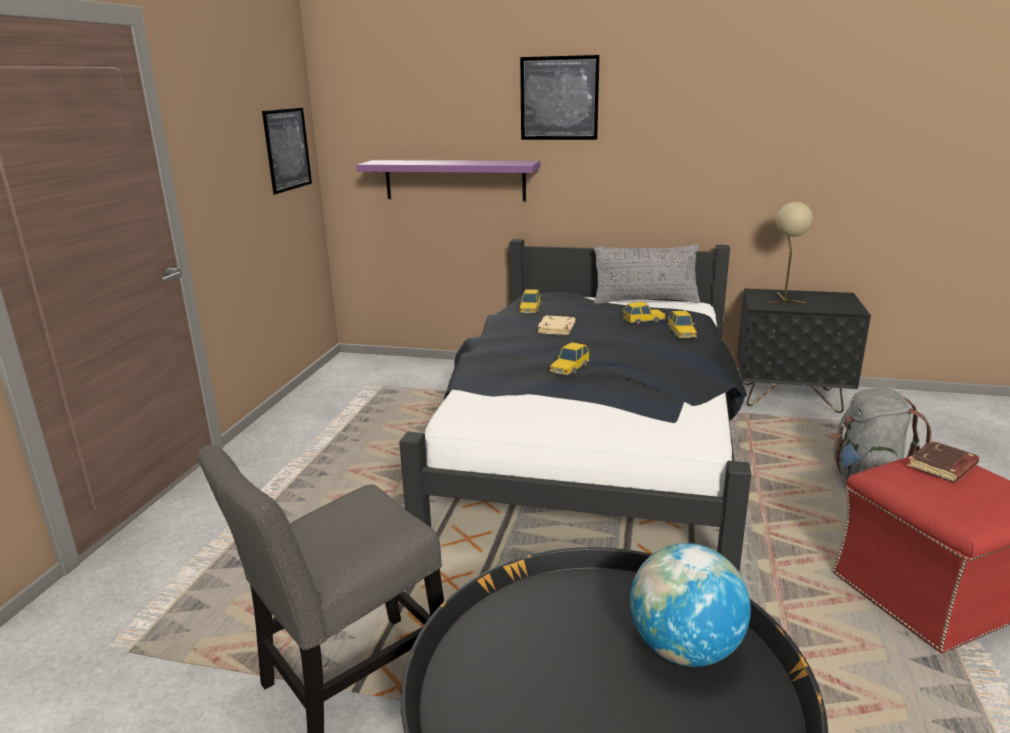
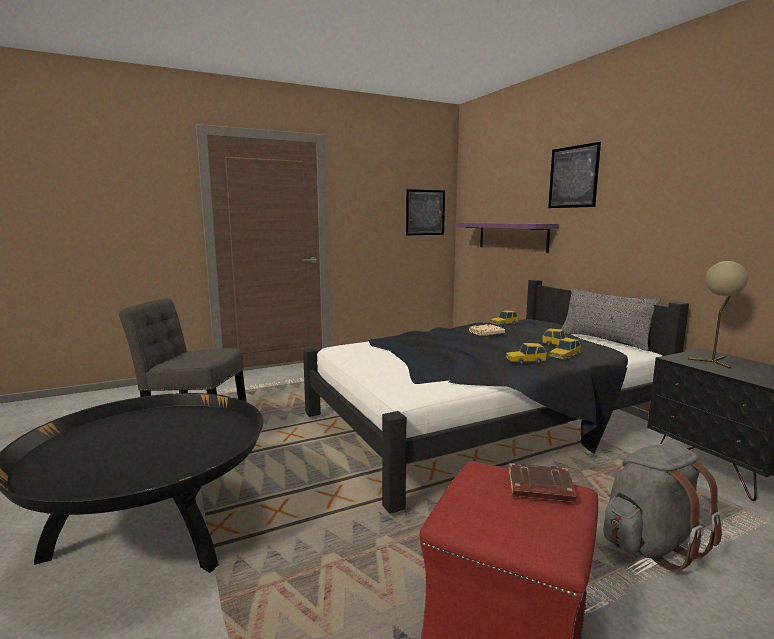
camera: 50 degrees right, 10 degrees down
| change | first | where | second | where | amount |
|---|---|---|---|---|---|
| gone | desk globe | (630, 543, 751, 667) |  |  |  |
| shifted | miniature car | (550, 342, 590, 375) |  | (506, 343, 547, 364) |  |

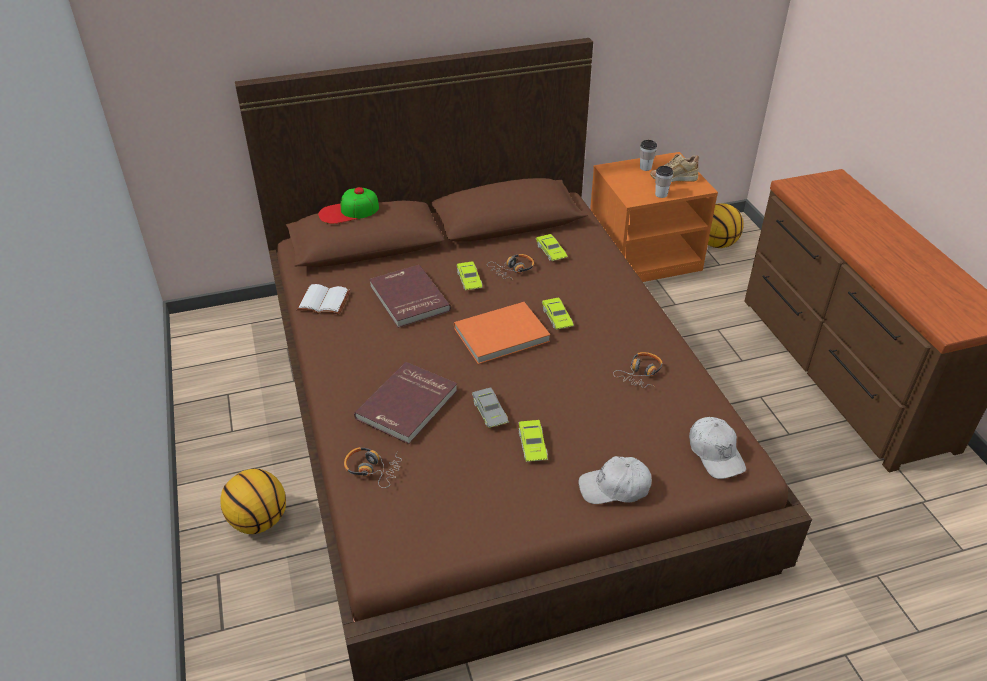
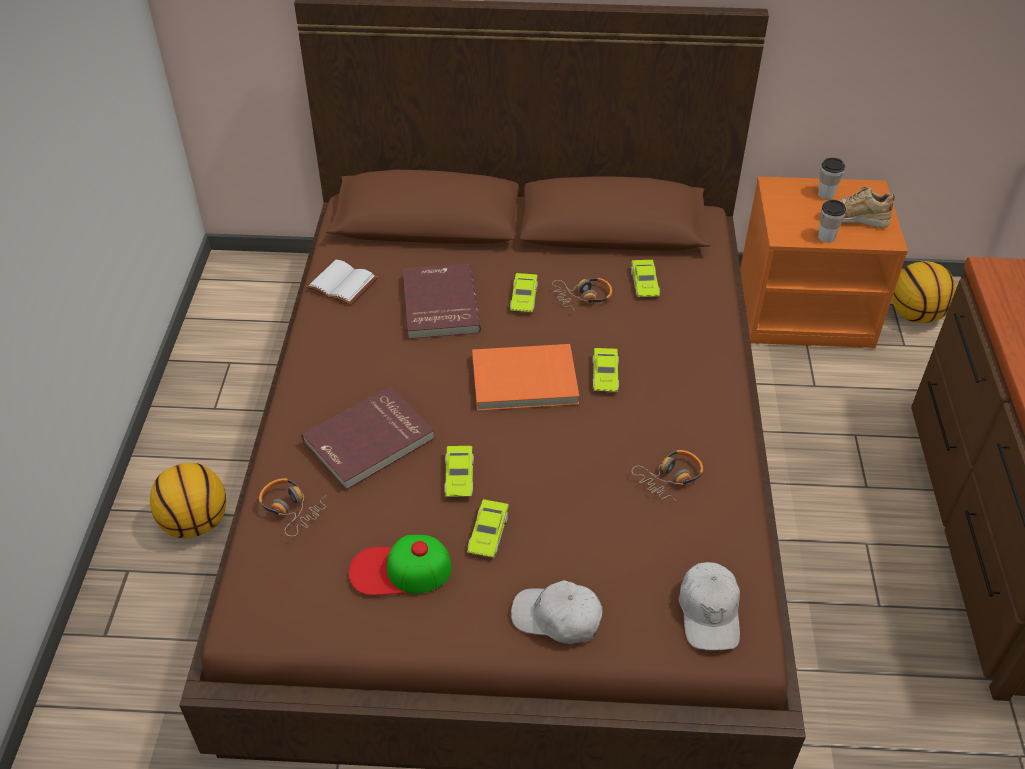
camera: 20 degrees right, 5 degrees up
| change | first | where | second | where | amount |
|---|---|---|---|---|---|
| shifted | cap | (318, 187, 379, 224) |  | (349, 535, 452, 595) |  |
| repainted | gray miniature car | (472, 387, 509, 428) | greenish miniature car | (445, 446, 474, 497) |  |

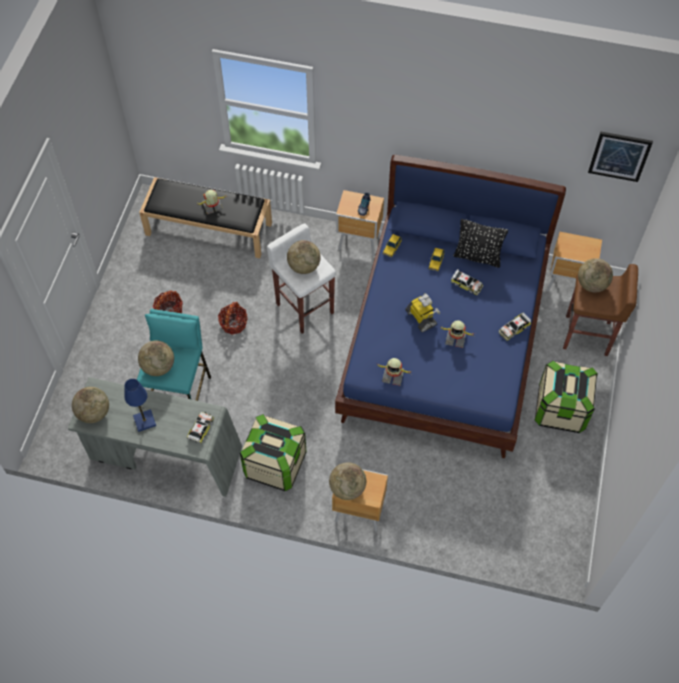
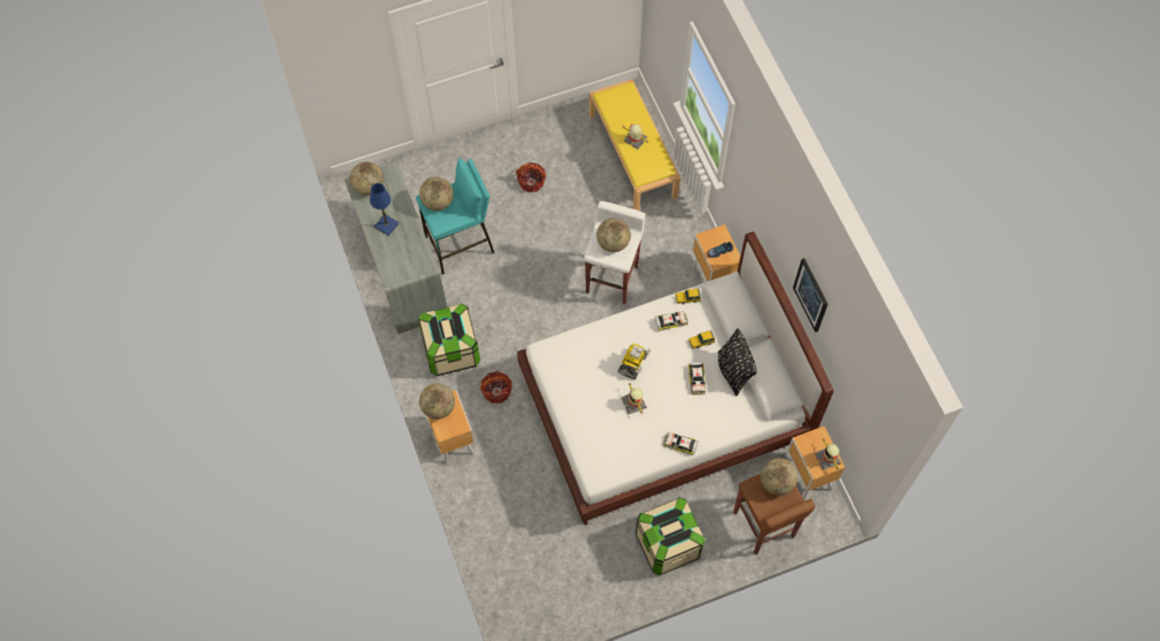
camera: 55 degrees right, 5 degrees up
| change | first | where | second | where | amount |
|---|---|---|---|---|---|
| shifted | miniature car | (187, 412, 214, 444) |  | (655, 311, 688, 331) |  |
| shifted | household basket | (218, 302, 248, 335) |  | (480, 371, 512, 404) |  |
| shifted | robot figure | (376, 358, 412, 386) |  | (815, 438, 841, 470) |  |
| shifted | wall art | (588, 132, 653, 182) |  | (793, 258, 828, 332) |  |
| repainted | blackish indoor bench | (139, 177, 272, 258) | yellowish indoor bench | (589, 79, 680, 211) |  |
| repainted | blue bed | (335, 155, 566, 458) | whitish bed | (517, 231, 834, 525) |  |

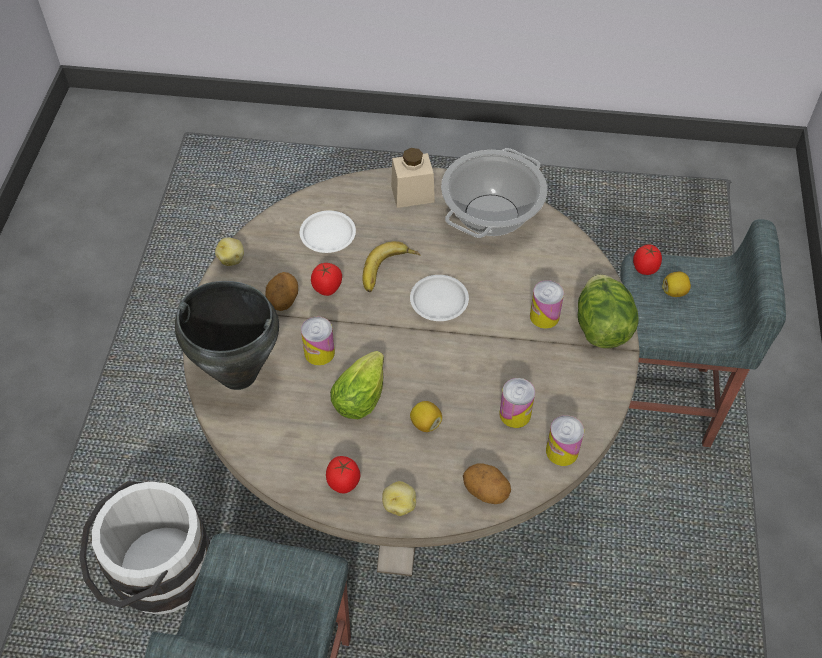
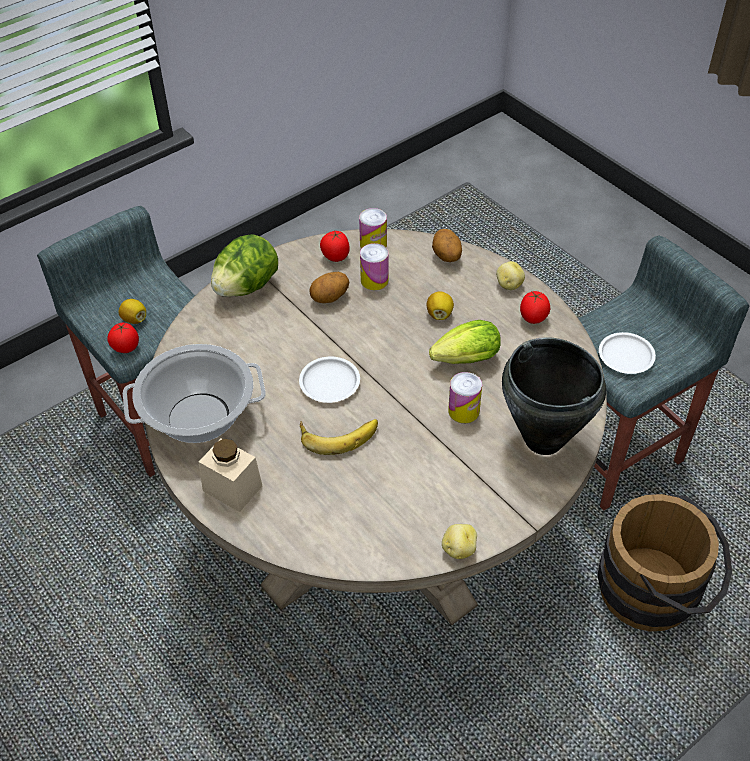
camera: 135 degrees left, 5 degrees down
| change | first | where | second | where | amount |
|---|---|---|---|---|---|
| gone | can | (530, 280, 564, 329) |  |  |  |
| shifted | potato | (265, 272, 298, 311) |  | (309, 272, 349, 303) |  |
| shifted | whitish flat dish | (300, 210, 356, 253) |  | (599, 332, 656, 374) |  |
| shifted | whole tomato | (311, 263, 342, 296) |  | (320, 231, 350, 262) |  |
| repainted | whitish bucket | (79, 481, 210, 615) | brown bucket | (597, 494, 732, 632) |  |

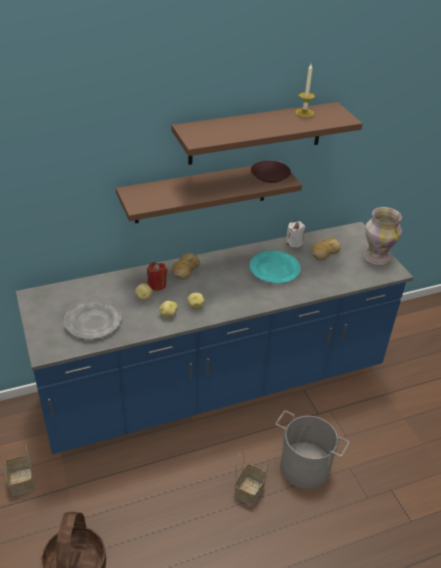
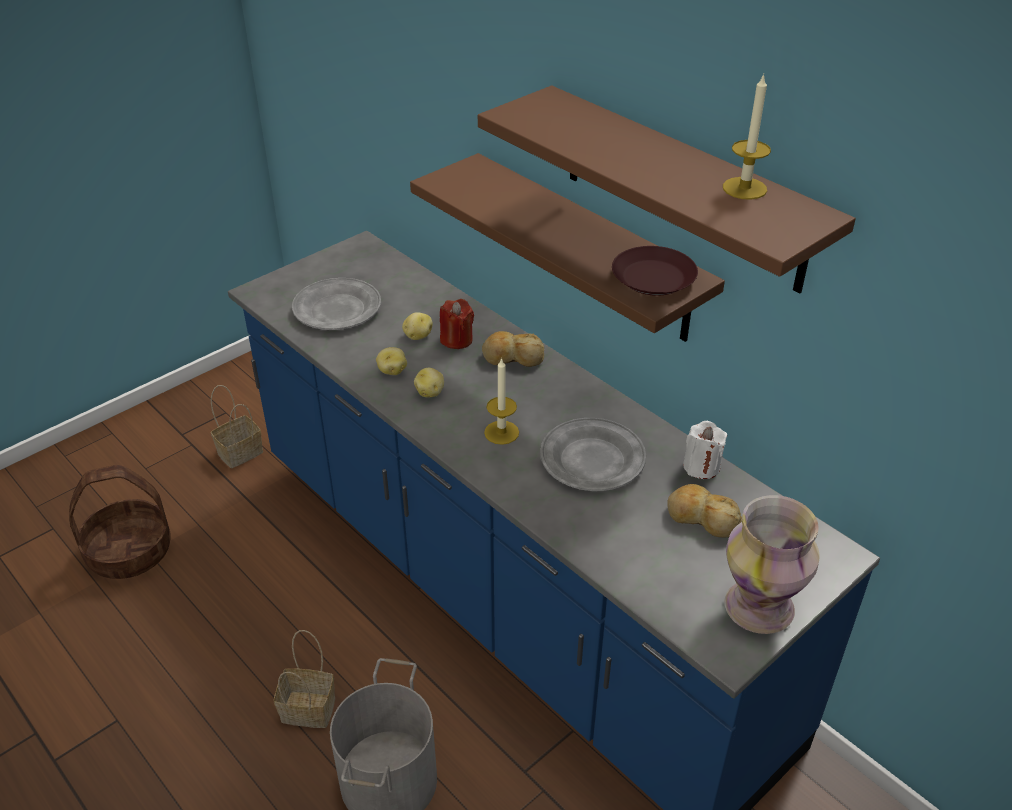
camera: 70 degrees right, 0 degrees up
| change | first | where | second | where | amount |
|---|---|---|---|---|---|
| new |  |  | wax light | (484, 358, 519, 445) |  |
| repainted | turquoise-coloured flat dish | (250, 251, 301, 283) | gray flat dish | (540, 418, 646, 491) |  |

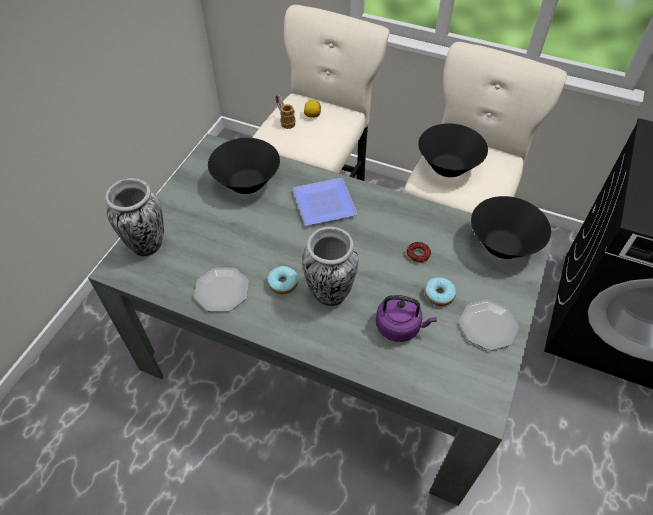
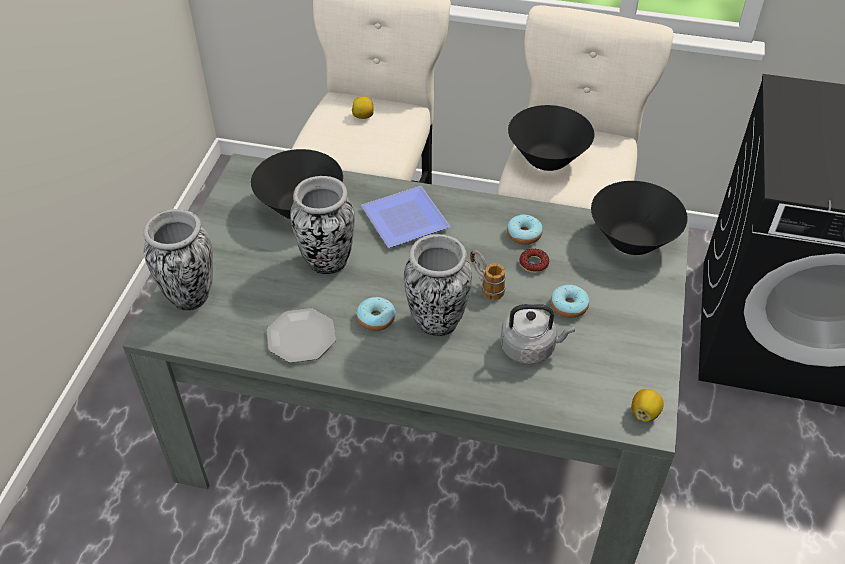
camera: 10 degrees left, 5 degrees down
| change | first | where | second | where | amount |
|---|---|---|---|---|---|
| gone | flat dish | (459, 300, 519, 351) |  |  |  |
| new |  |  | flower vase | (290, 176, 355, 274) |  |
| new |  |  | donut | (507, 215, 543, 245) |  |
| new |  |  | whole lemon | (632, 389, 664, 422) |  |
| shifted | tea mug | (275, 95, 296, 129) |  | (470, 250, 506, 300) |  |
| repainted | purplish water kettle | (376, 295, 437, 342) | gray water kettle | (500, 304, 575, 364) |  |

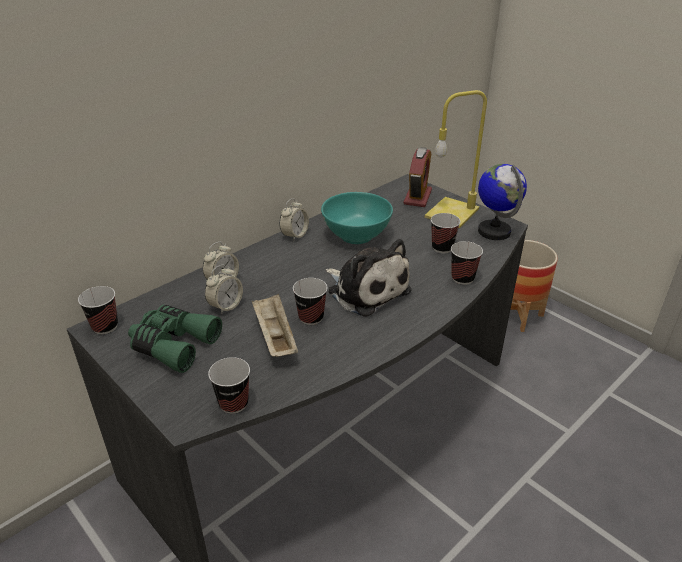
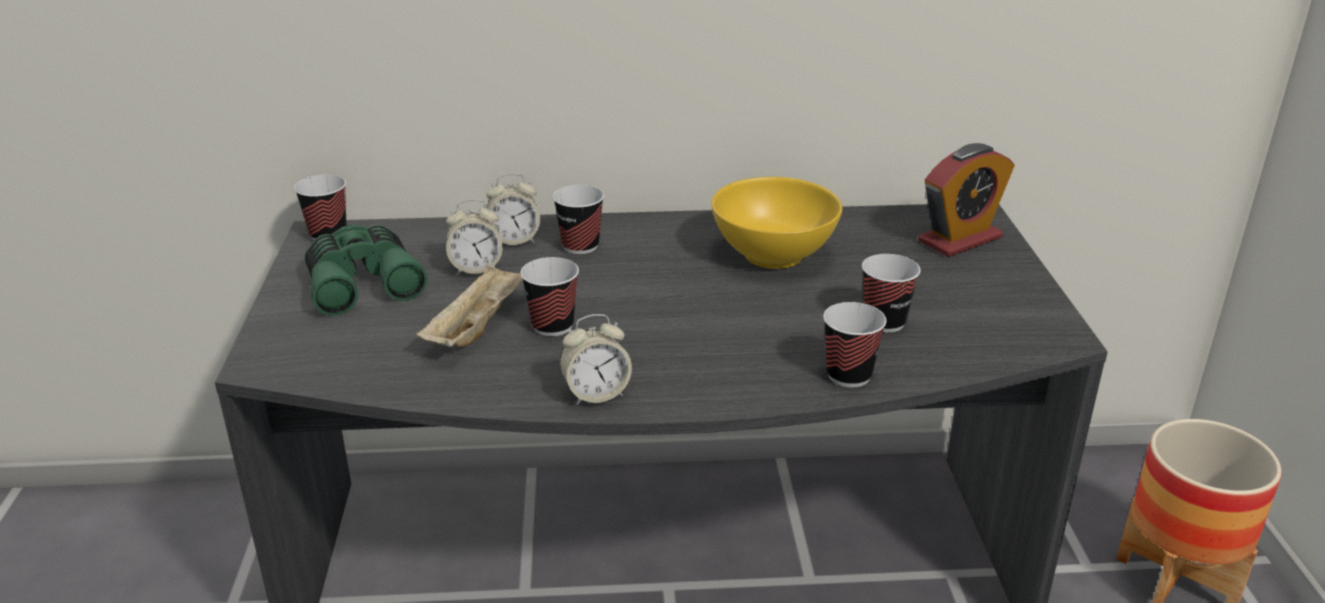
camera: 40 degrees right, 5 degrees down
| change | first | where | second | where | amount |
|---|---|---|---|---|---|
| gone | cuddly toy | (325, 239, 412, 317) |  |  |  |
| gone | yellowish lamp for a table | (425, 90, 487, 228) |  |  |  |
| gone | desk globe | (478, 164, 527, 240) |  |  |  |
| shifted | cup | (208, 357, 250, 414) |  | (553, 185, 604, 254) |  |
| shifted | alarm clock | (279, 198, 309, 242) |  | (560, 314, 632, 405) |  |
| repainted | turquoise-coloured bowl | (321, 192, 393, 244) | yellowish bowl | (711, 177, 842, 269) |  |

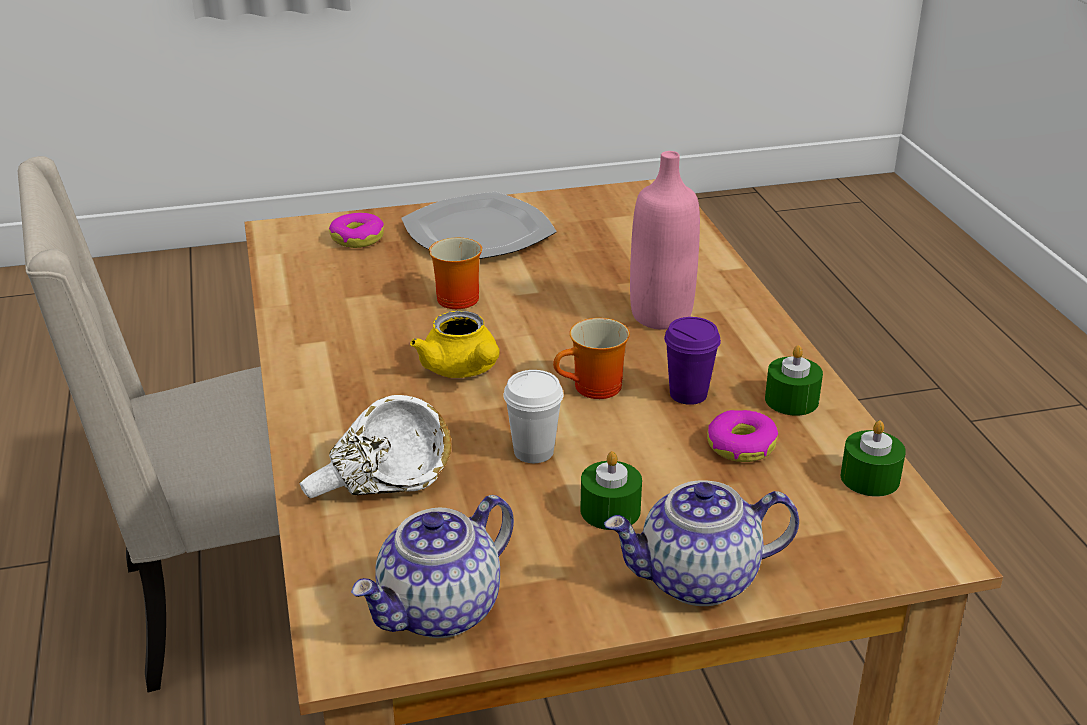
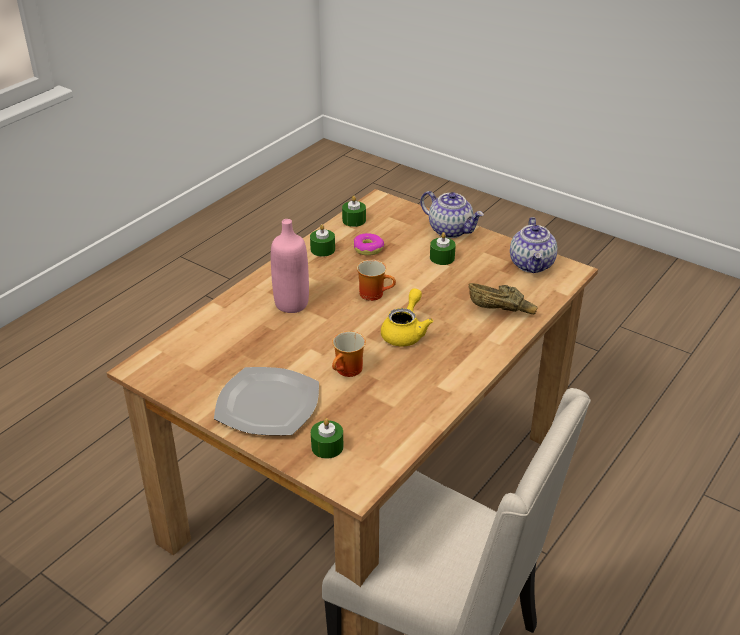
camera: 130 degrees left, 5 degrees up
| change | first | where | second | where | amount |
|---|---|---|---|---|---|
| gone | whitish cup | (503, 370, 563, 463) |  |  |  |
| gone | purplish cup | (664, 317, 721, 405) |  |  |  |
| swapped | donut | (329, 213, 384, 248) | greenish wax light | (311, 418, 343, 459) |  |
| repainted | whitish bowl | (300, 395, 451, 498) | brown bowl | (469, 283, 538, 314) |  |
| rotated | pot for tea | (351, 495, 514, 638) |  | (510, 217, 557, 273) | 90 degrees clockwise |

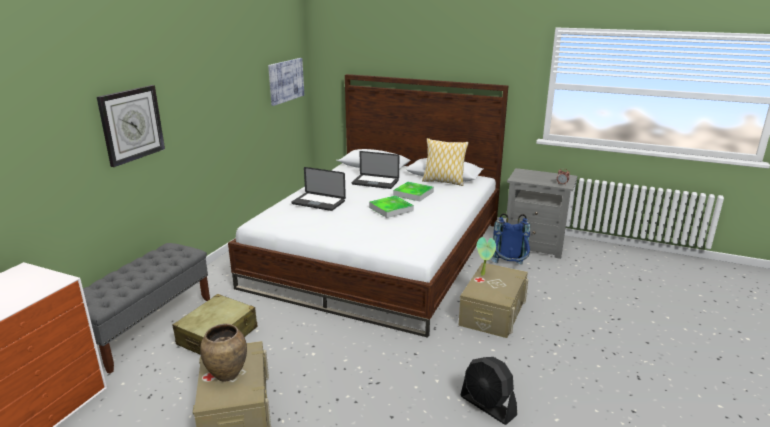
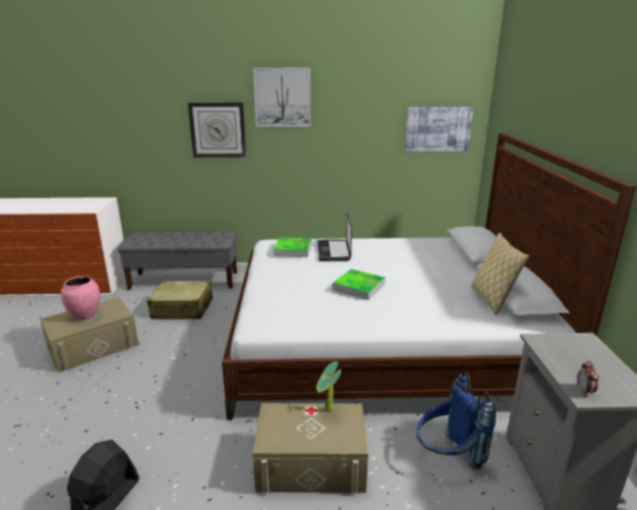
camera: 65 degrees right, 0 degrees up
| change | first | where | second | where | amount |
|---|---|---|---|---|---|
| gone | portable computer | (352, 151, 399, 189) |  |  |  |
| new |  |  | wall art | (253, 68, 311, 127) |  |
| shifted | serving tray | (393, 182, 434, 201) |  | (273, 237, 312, 257) |  |
| repainted | brown flower vase | (200, 324, 247, 382) | pink flower vase | (61, 276, 100, 320) |  |

